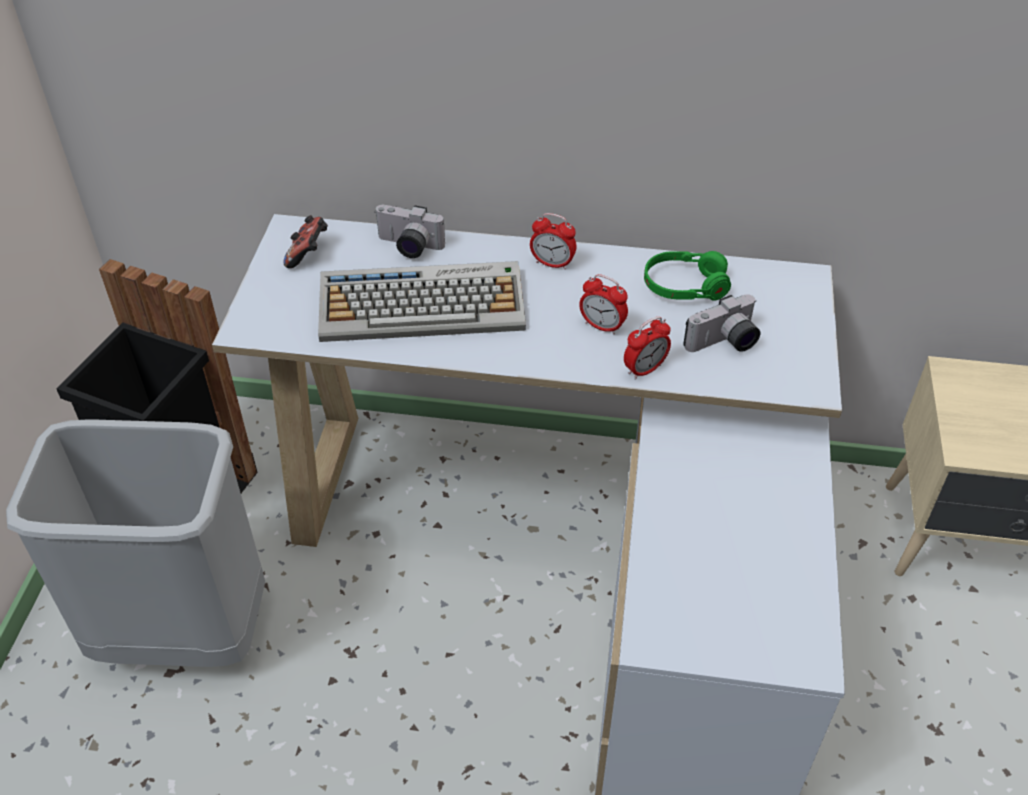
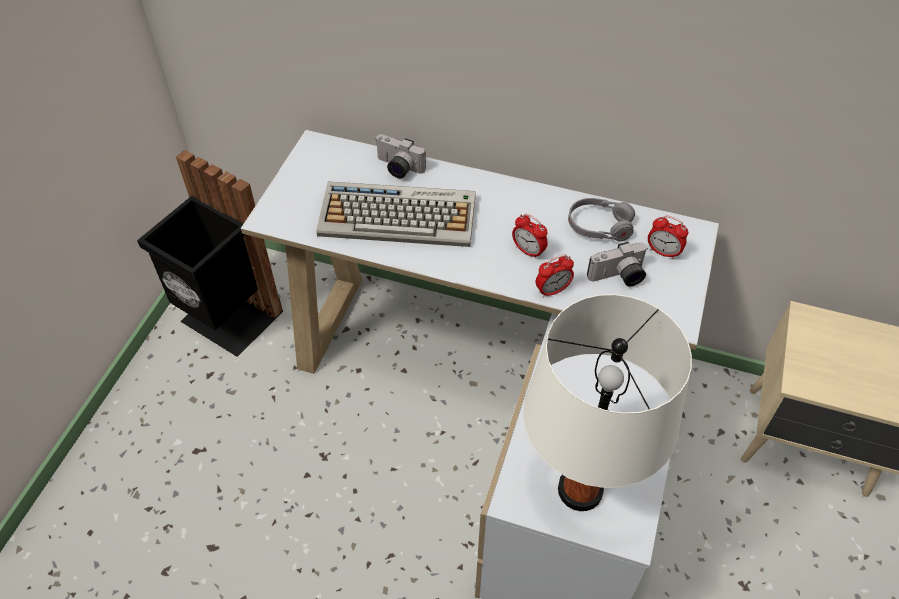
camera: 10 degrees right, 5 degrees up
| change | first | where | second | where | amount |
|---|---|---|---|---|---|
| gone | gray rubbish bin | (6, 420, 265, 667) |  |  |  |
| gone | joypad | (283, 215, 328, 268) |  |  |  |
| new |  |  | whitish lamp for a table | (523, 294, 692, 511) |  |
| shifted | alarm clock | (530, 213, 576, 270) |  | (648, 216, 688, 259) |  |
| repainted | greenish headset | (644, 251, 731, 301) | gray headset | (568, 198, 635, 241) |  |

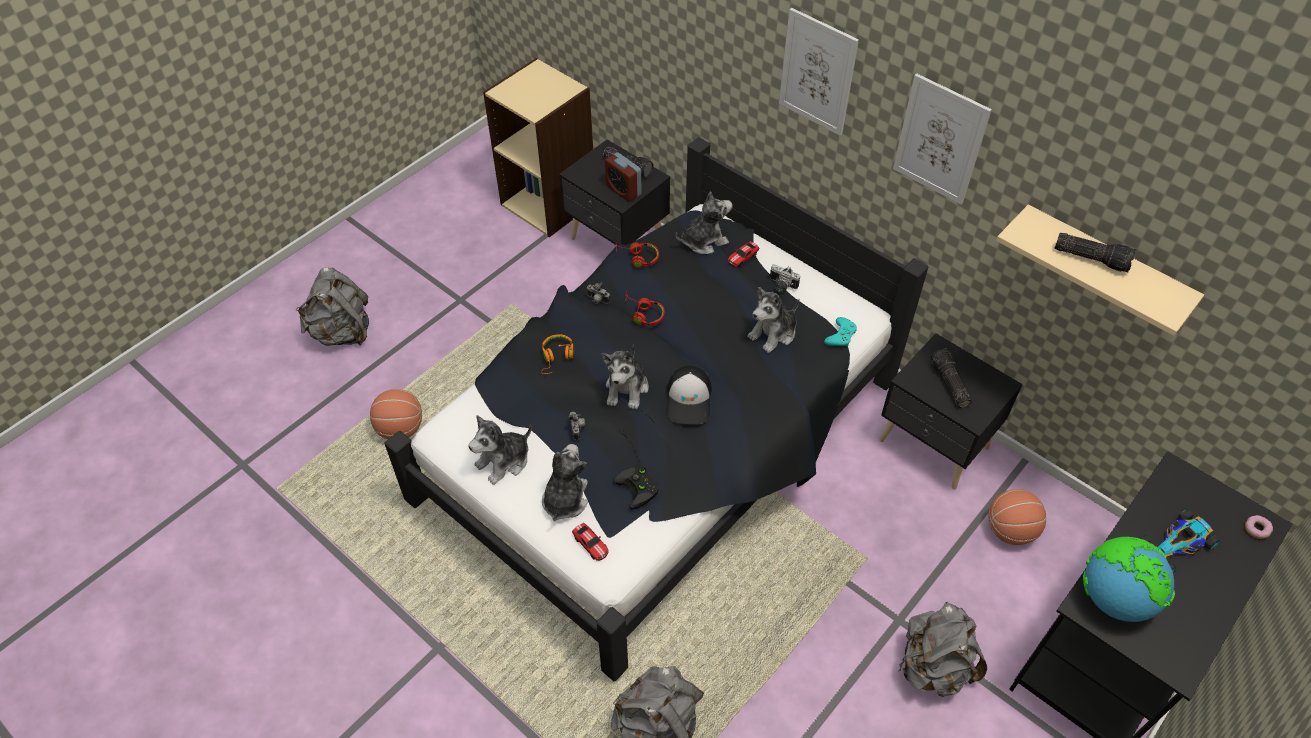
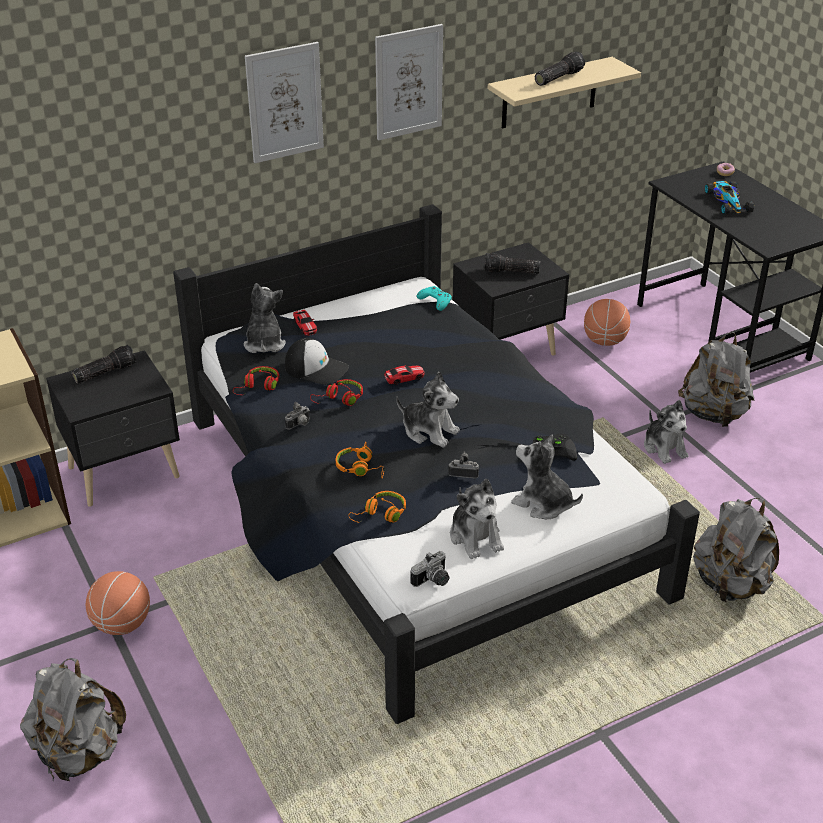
camera: 70 degrees left, 15 degrees down
| change | first | where | second | where | amount |
|---|---|---|---|---|---|
| gone | alarm clock | (605, 152, 642, 202) |  |  |  |
| gone | desk globe | (1083, 537, 1175, 622) |  |  |  |
| new |  |  | orange-coloured headset | (348, 491, 406, 523) |  |
| shifted | basketball | (370, 389, 422, 439) |  | (86, 571, 150, 635) |  |
| shifted | miniature car | (572, 523, 609, 561) |  | (384, 365, 424, 384) |  |
| shifted | cap | (666, 366, 712, 424) |  | (285, 338, 349, 385) |  |
| shifted | cuddly toy | (747, 287, 800, 353) |  | (644, 400, 689, 464) |  |
| shifted | still camera | (770, 264, 800, 292) |  | (410, 551, 449, 587) |  |

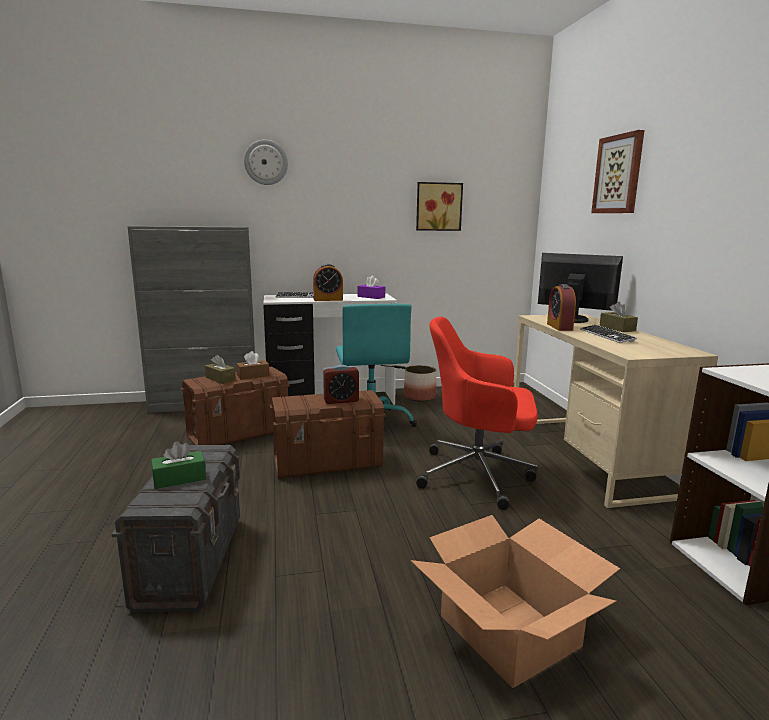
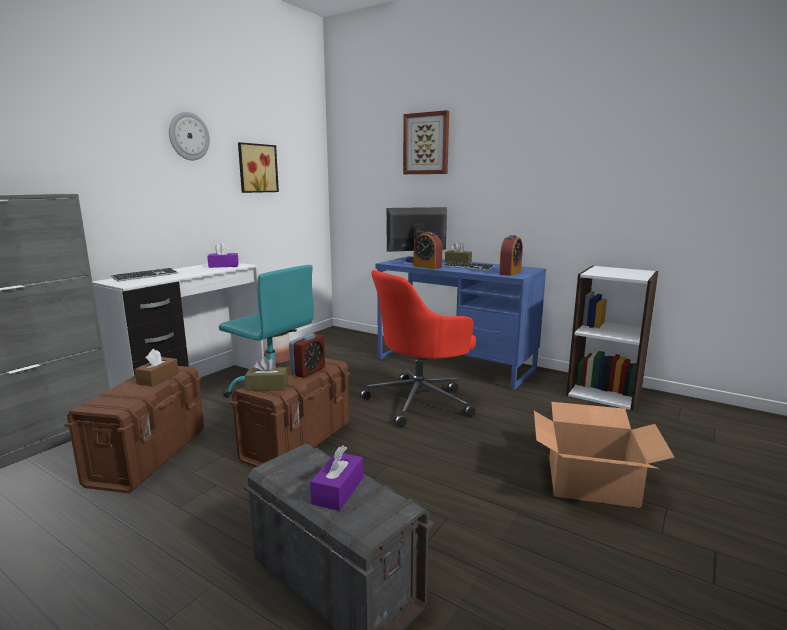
camera: 45 degrees left, 0 degrees up
| change | first | where | second | where | amount |
|---|---|---|---|---|---|
| shifted | brown tissue box | (205, 355, 236, 384) |  | (245, 357, 288, 391) |  |
| shifted | clock on the wall | (244, 140, 288, 185) |  | (169, 112, 210, 160) |  |
| shifted | alarm clock | (313, 264, 343, 301) |  | (499, 235, 523, 276) |  |
| repainted | greenish tissue box | (151, 441, 206, 489) | purplish tissue box | (310, 445, 363, 511) |  |
| repainted | sand-coloured desk table | (514, 314, 718, 508) | blue desk table | (376, 256, 546, 390) |  |

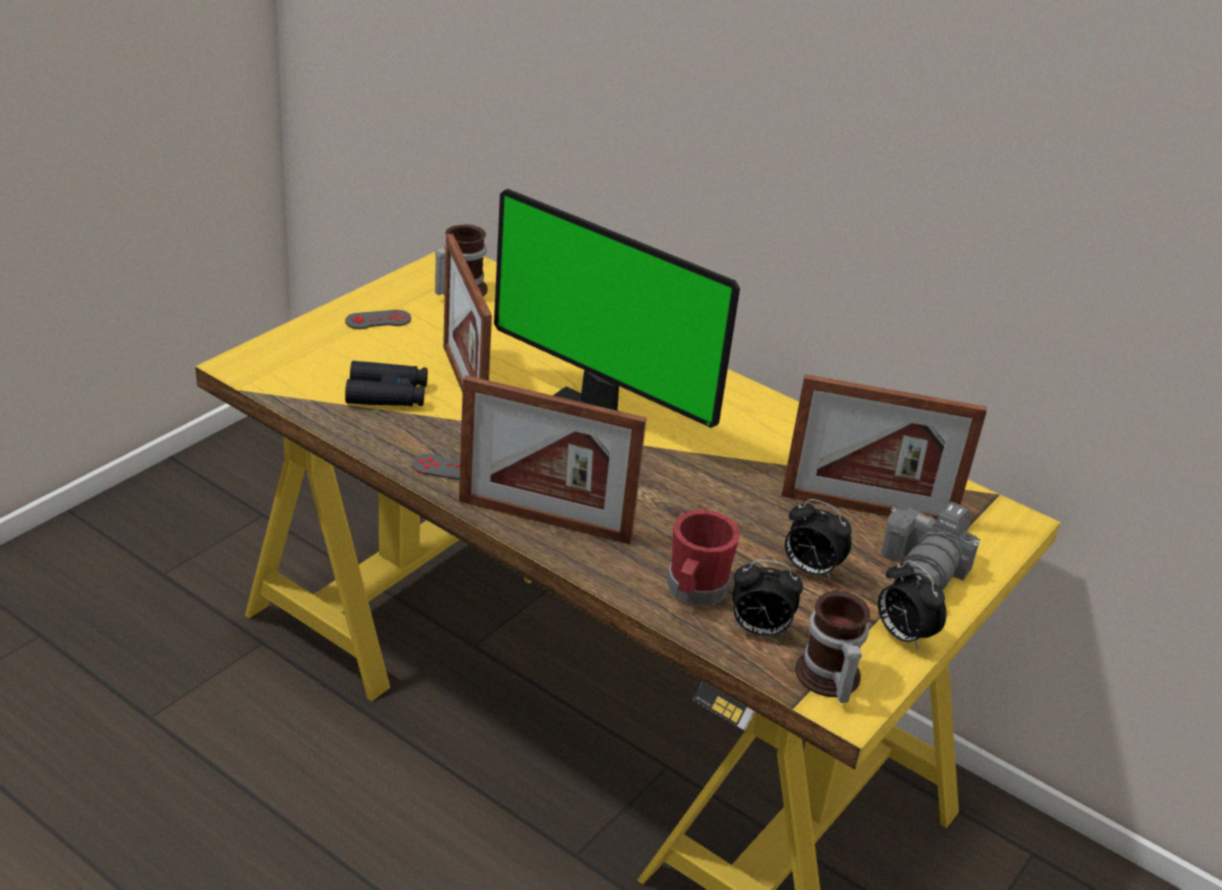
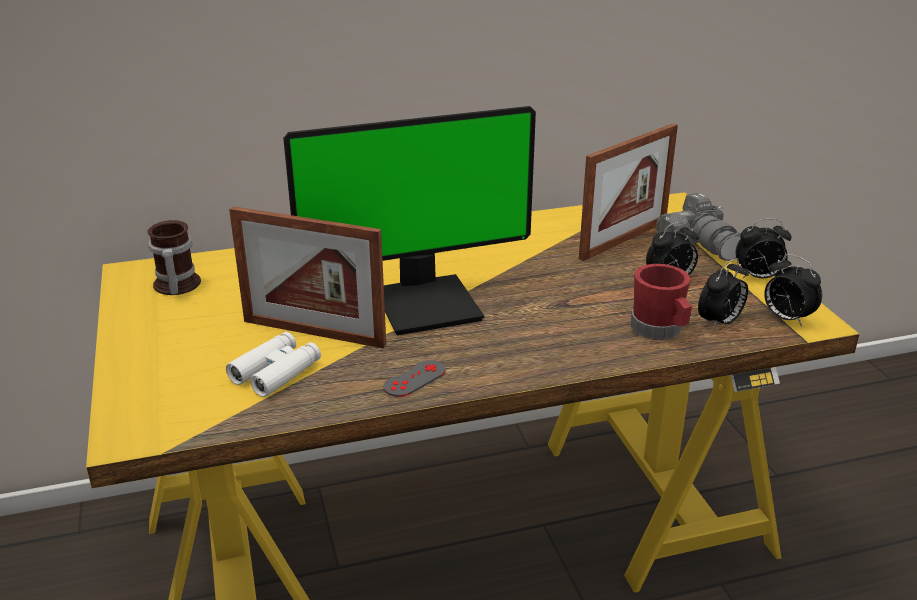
camera: 50 degrees left, 5 degrees down
| change | first | where | second | where | amount |
|---|---|---|---|---|---|
| gone | gray joypad | (345, 310, 411, 329) |  |  |  |
| gone | standing frame | (459, 375, 647, 545) |  |  |  |
| swapped | tea mug | (795, 591, 870, 703) | alarm clock | (764, 254, 822, 327) |  |
| repainted | blackish binoculars | (345, 361, 428, 406) | whitish binoculars | (226, 332, 321, 397) |  |

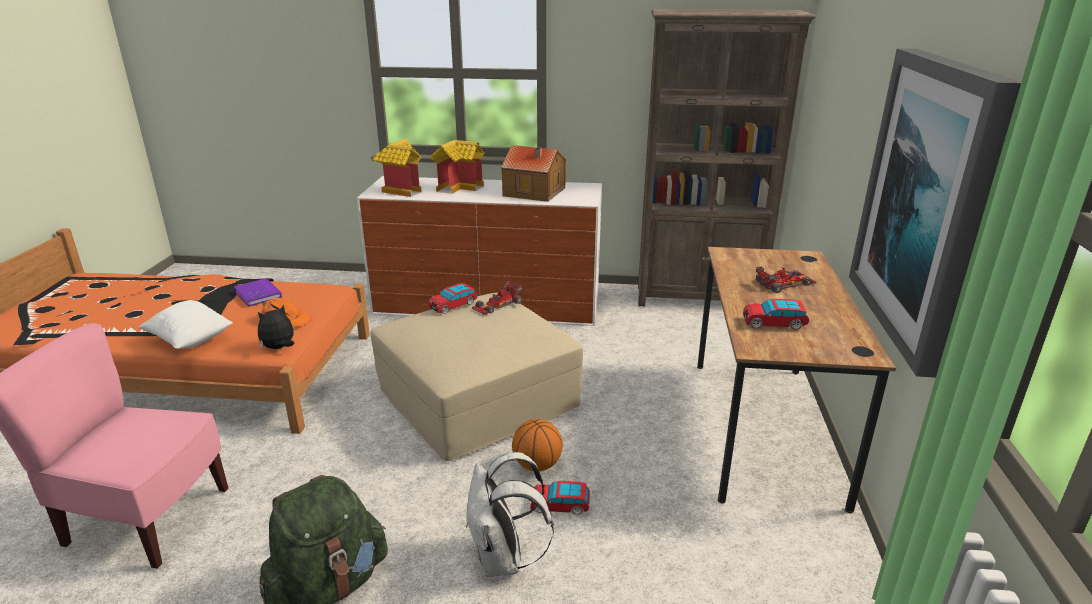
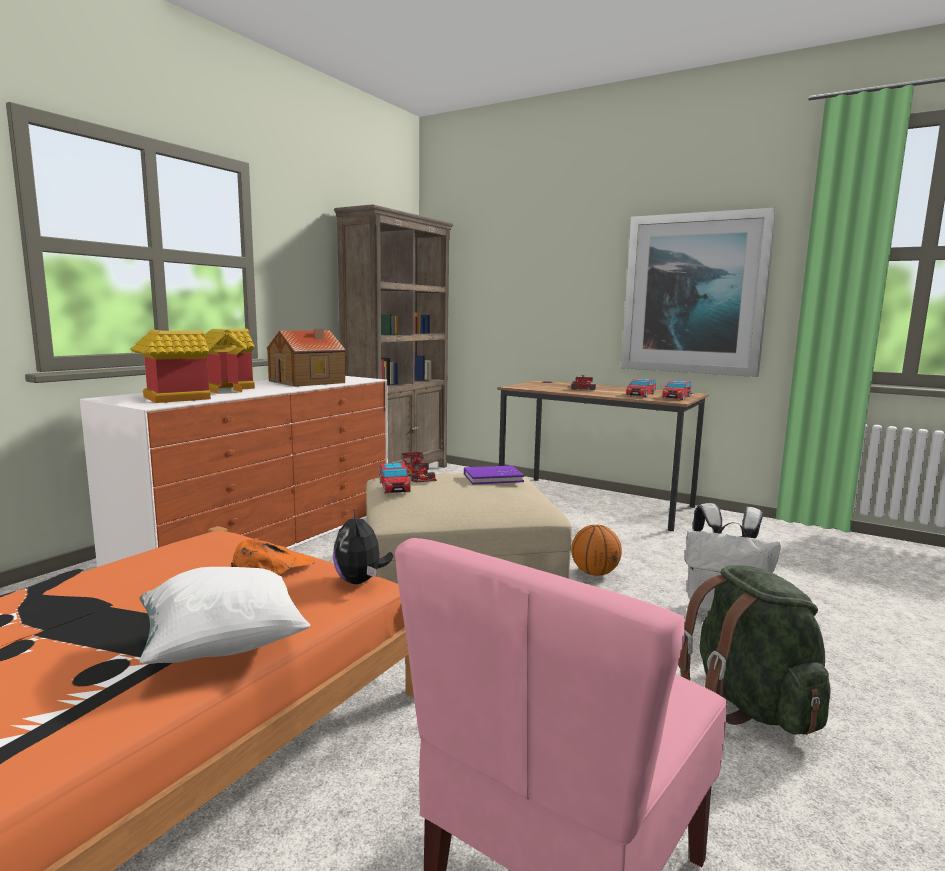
camera: 65 degrees left, 15 degrees down
| change | first | where | second | where | amount |
|---|---|---|---|---|---|
| shifted | purplish bound book | (234, 278, 282, 307) |  | (464, 465, 524, 484) |  |
| shifted | miniature car | (530, 481, 590, 515) |  | (663, 381, 692, 400) |  |

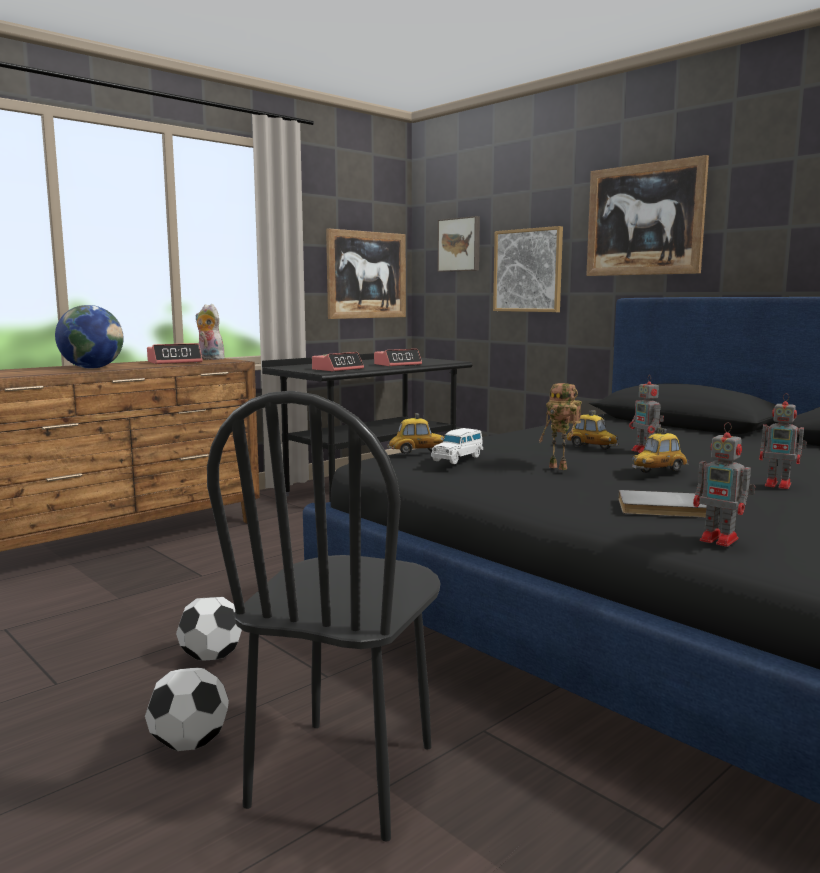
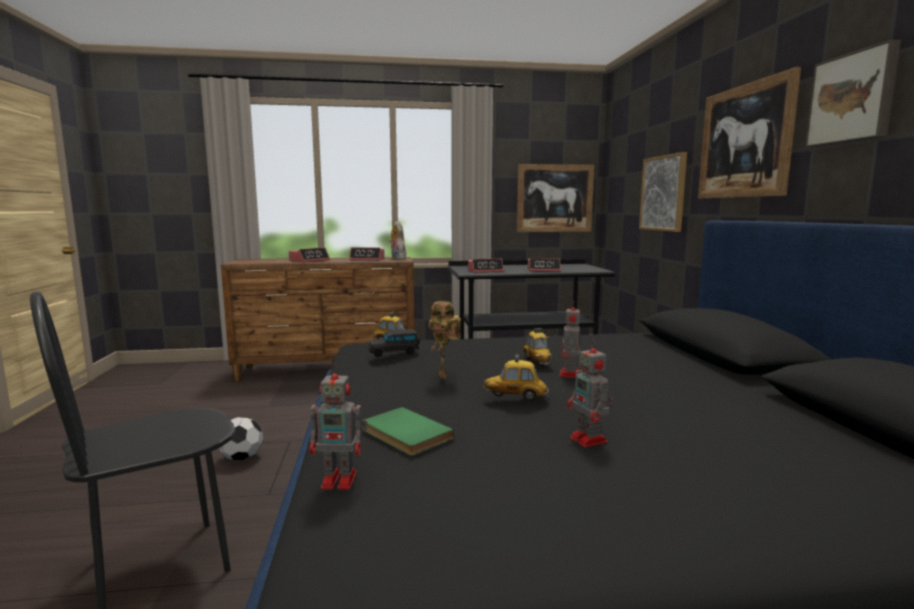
camera: 35 degrees right, 0 degrees up
| change | first | where | second | where | amount |
|---|---|---|---|---|---|
| gone | football ball | (145, 668, 229, 751) |  |  |  |
| shifted | wall art | (438, 216, 480, 272) |  | (805, 40, 901, 147) |  |
| swapped | desk globe | (55, 305, 124, 369) | alarm clock | (289, 247, 330, 263) |  |
| repainted | whitish miniature car | (431, 428, 483, 464) | blackish miniature car | (368, 329, 420, 358) |  |
| repainted | gray bound book | (618, 490, 706, 518) | greenish bound book | (364, 407, 454, 456) |  |
| rotated | robot figure | (693, 422, 756, 547) |  | (310, 363, 368, 490) | 75 degrees counterclockwise |

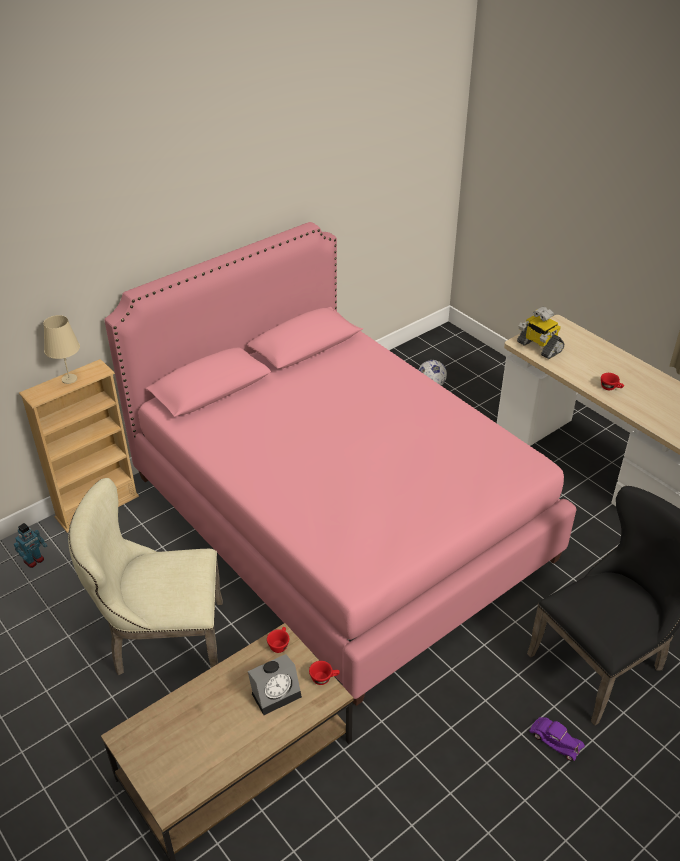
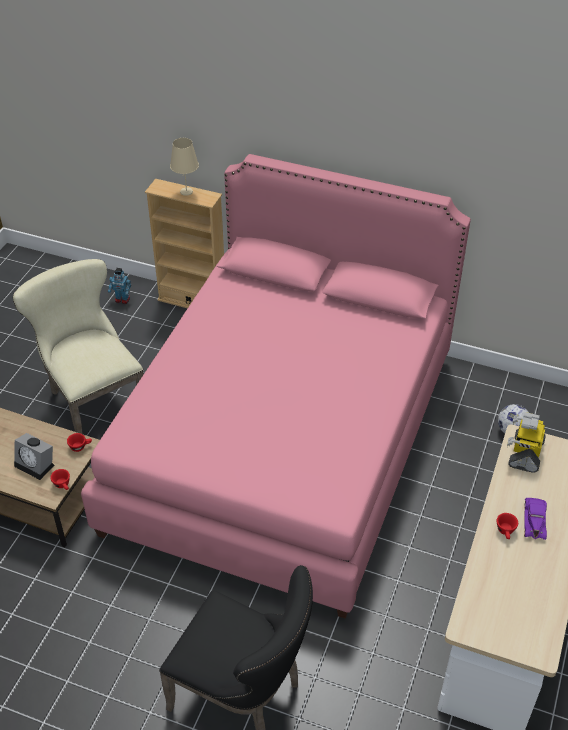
camera: 60 degrees right, 5 degrees up
| change | first | where | second | where | amount |
|---|---|---|---|---|---|
| shifted | purplish miniature car | (529, 717, 585, 761) |  | (524, 498, 547, 540) |  |

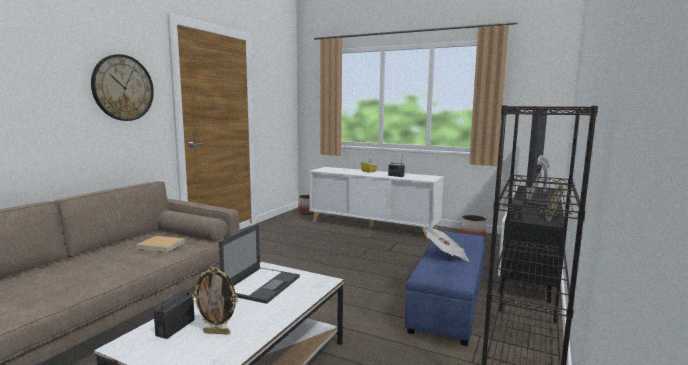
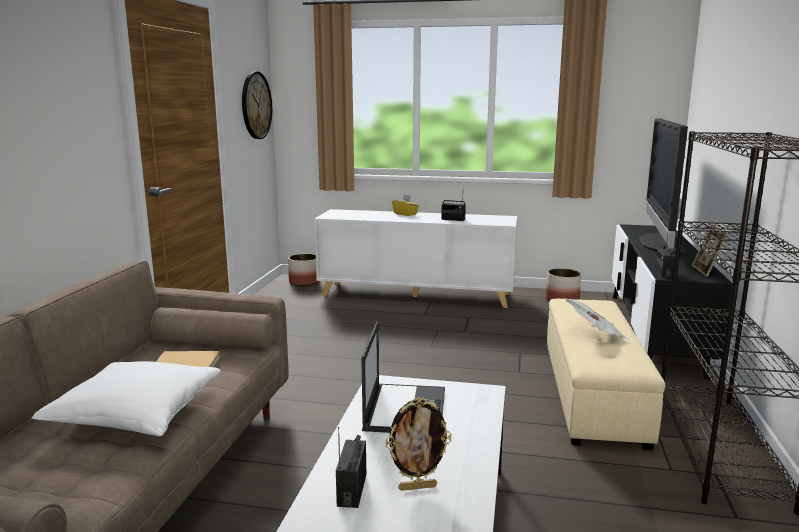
camera: 15 degrees left, 5 degrees up
| change | first | where | second | where | amount |
|---|---|---|---|---|---|
| new |  |  | whitish pillow | (32, 361, 221, 436) |  |
| shifted | clock on the wall | (91, 54, 154, 121) |  | (242, 71, 272, 139) |  |
| repainted | blue pouffe | (405, 231, 486, 346) | sand-coloured pouffe | (547, 299, 665, 450) |  |

